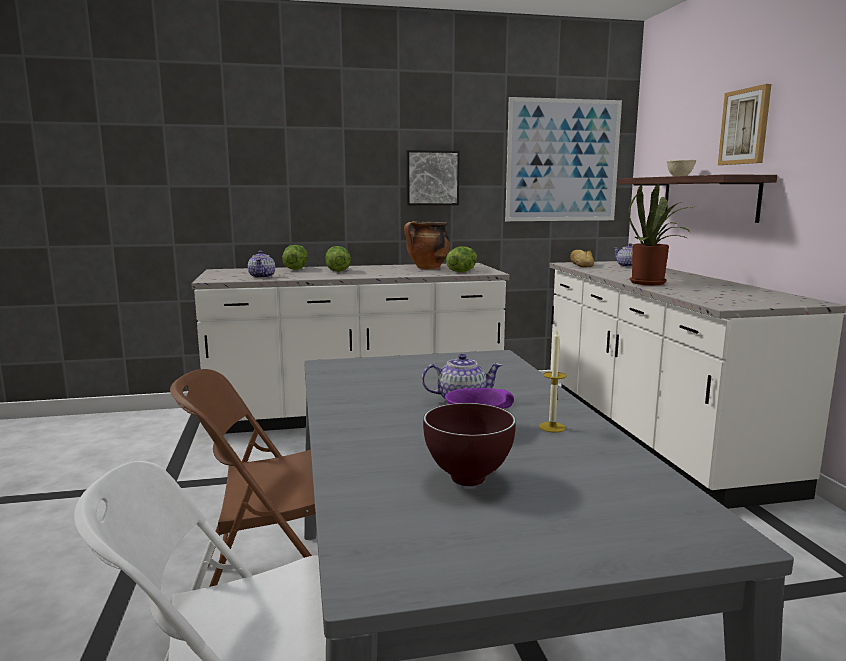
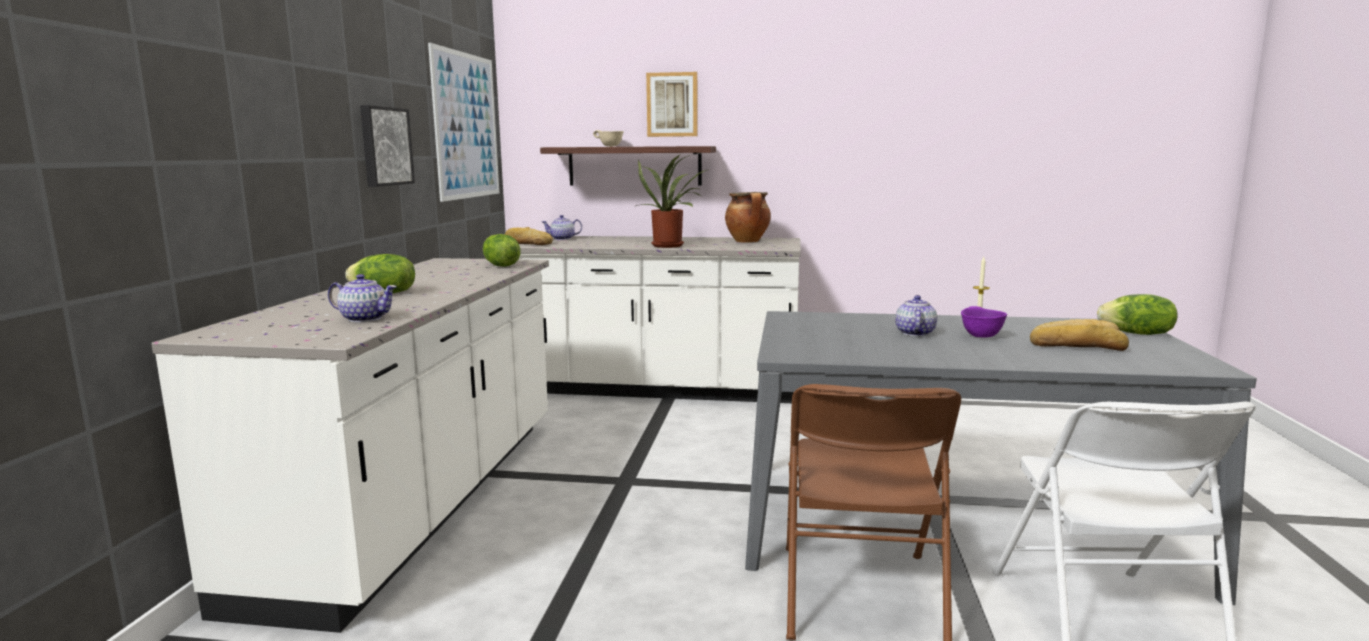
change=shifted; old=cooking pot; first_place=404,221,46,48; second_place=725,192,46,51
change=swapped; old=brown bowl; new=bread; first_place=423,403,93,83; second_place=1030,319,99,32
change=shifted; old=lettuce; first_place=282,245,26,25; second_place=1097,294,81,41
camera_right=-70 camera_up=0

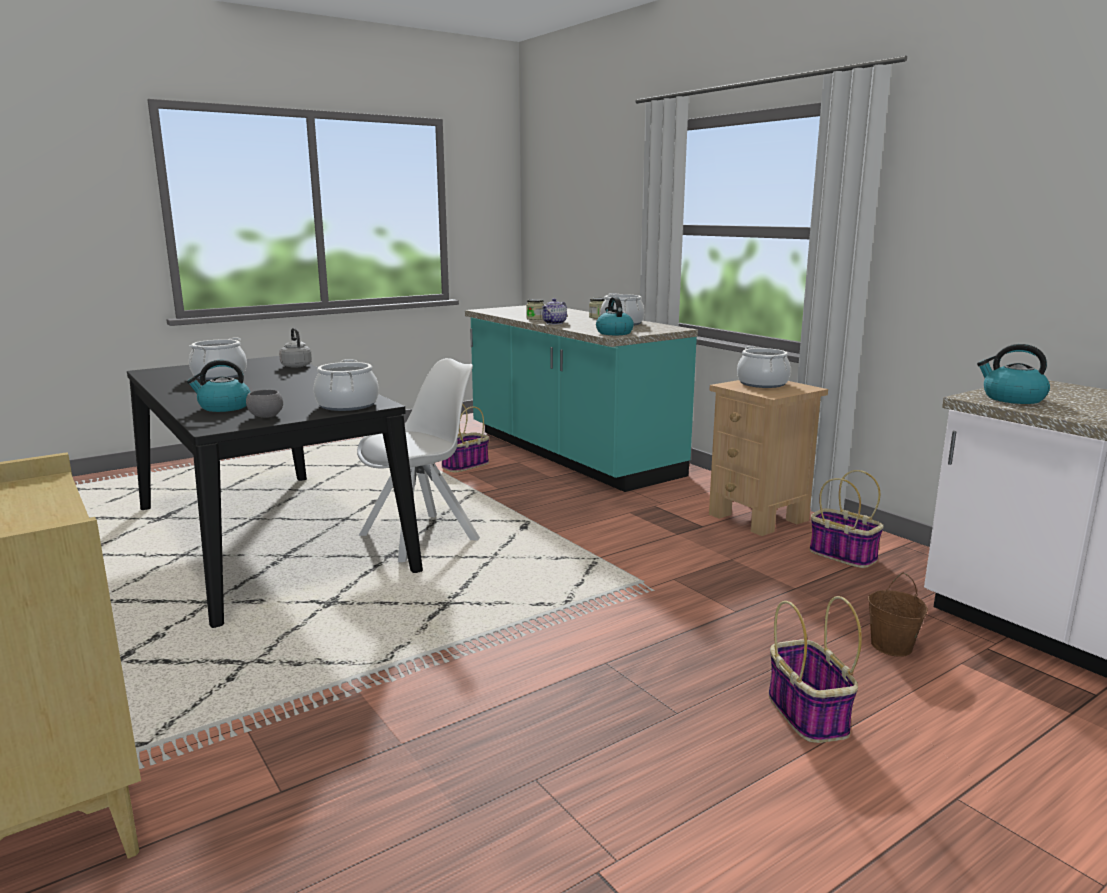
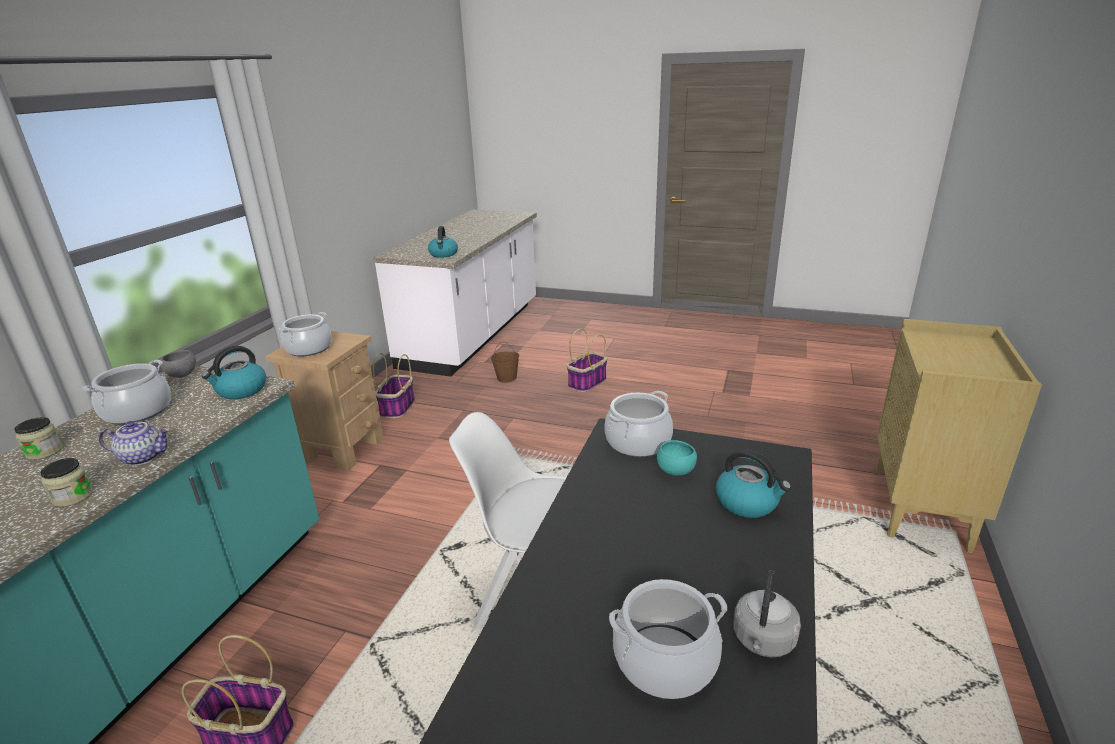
change=shifted; old=grey bowl; first_place=246,390,37,28; second_place=161,350,35,28
change=new; new=turquoise bowl; second_place=657,440,40,36
change=shifted; old=grey kettle; first_place=279,328,33,40; second_place=733,570,68,87
camera_right=-125 camera_up=10

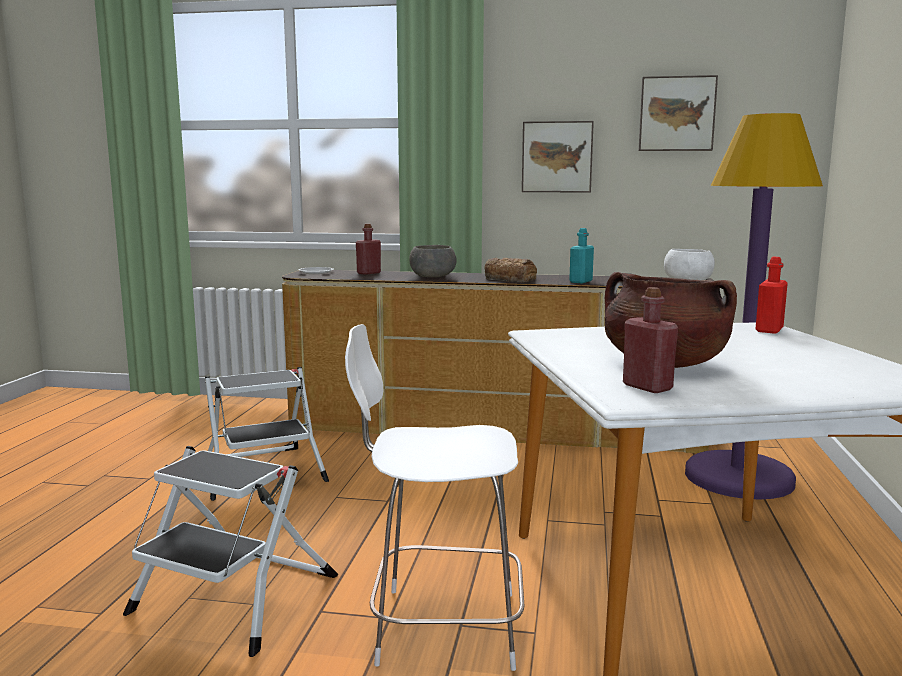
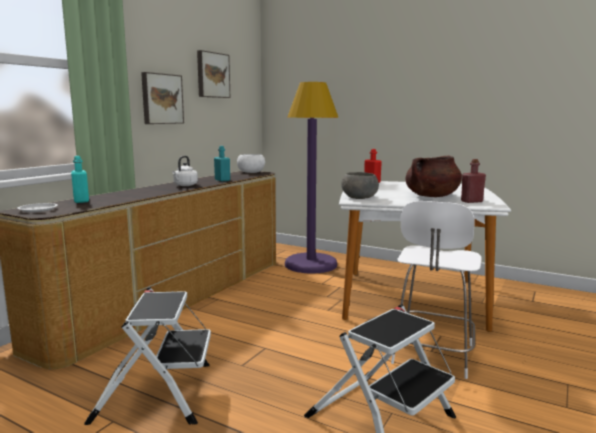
change=repainted; old=red bottle; new=turquoise bottle; first_place=356,224,25,51; second_place=71,156,18,47
change=swapped; old=bread; new=white kettle; first_place=484,258,53,24; second_place=172,156,26,30
change=shifted; old=grey bowl; first_place=409,245,48,33; second_place=341,172,38,27
camera_right=-70 camera_up=0

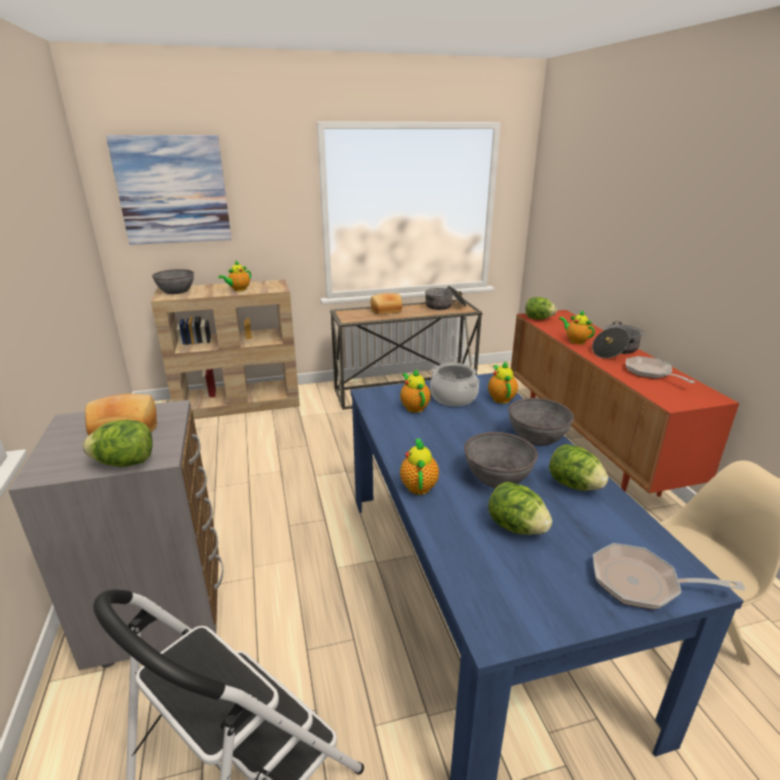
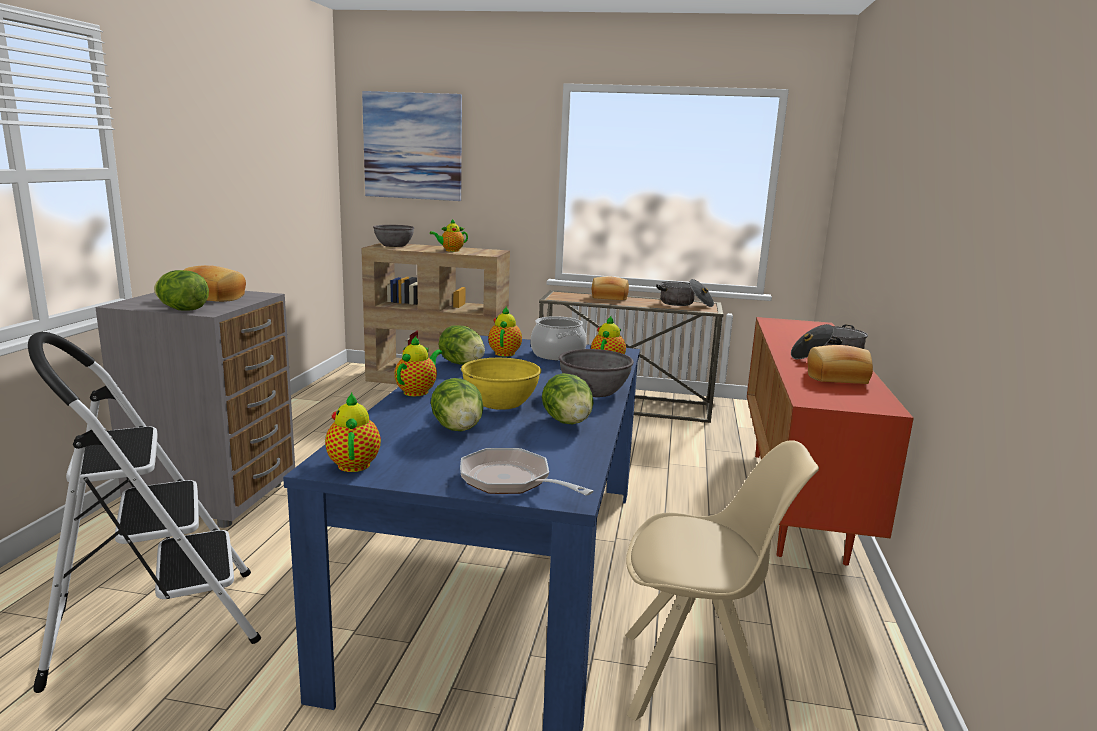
change=shifted; old=teapot; first_place=559,310,36,34; second_place=325,392,56,80
change=shifted; old=lettuce; first_place=526,297,31,23; second_place=438,325,47,40
change=repainted; old=grey bowl; new=yellow bowl; first_place=464,432,74,56; second_place=461,358,80,52
change=swapped; old=frying pan; new=bread; first_place=626,356,69,27; second_place=808,345,65,39
camera_right=25 camera_up=-10

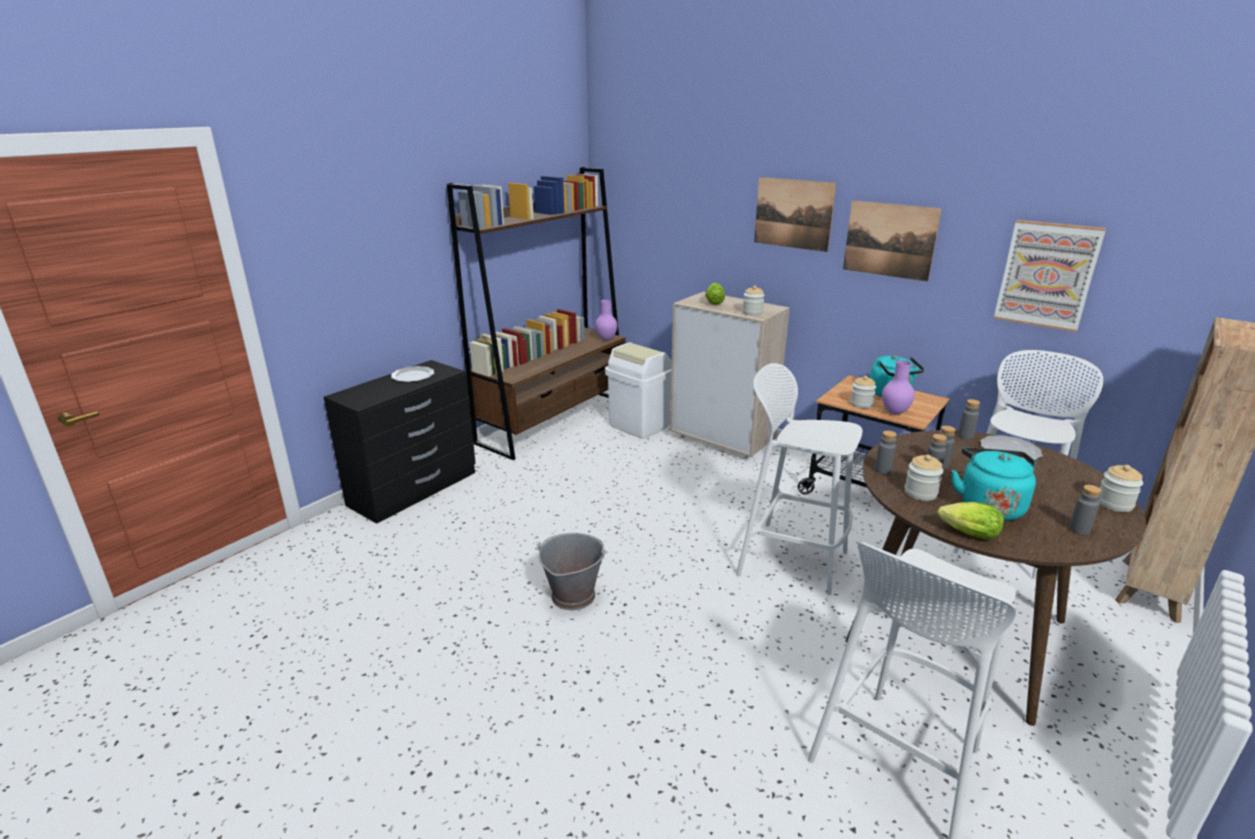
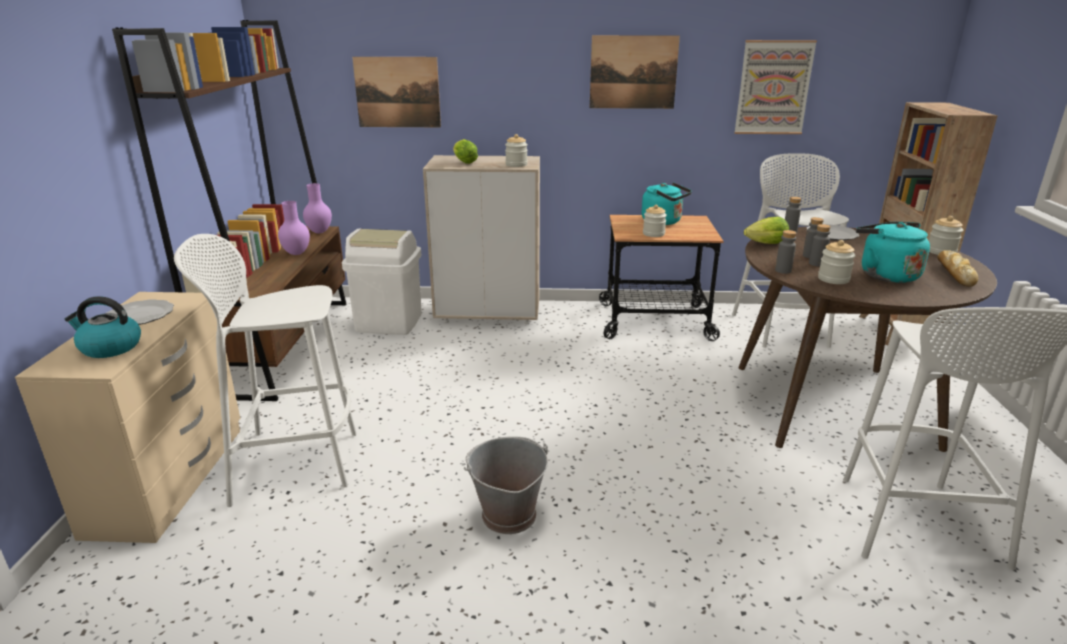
change=repainted; old=black dresser; new=beige dresser; first_place=324,360,152,164; second_place=15,292,225,251
change=new; new=kettle; second_place=64,296,77,62
change=shifted; old=white stool; first_place=736,363,127,232; second_place=174,234,183,273
change=shifted; old=purple vase; first_place=882,360,33,54; second_place=278,201,32,54
change=shifted; old=picture; first_place=754,177,82,75; second_place=352,57,89,70
change=shifted; old=lettuce; first_place=938,502,66,37; second_place=744,217,45,27
change=swapped; old=grey bottle; new=bread; first_place=1069,485,33,50; second_place=937,250,41,37
camera_right=-35 camera_up=0

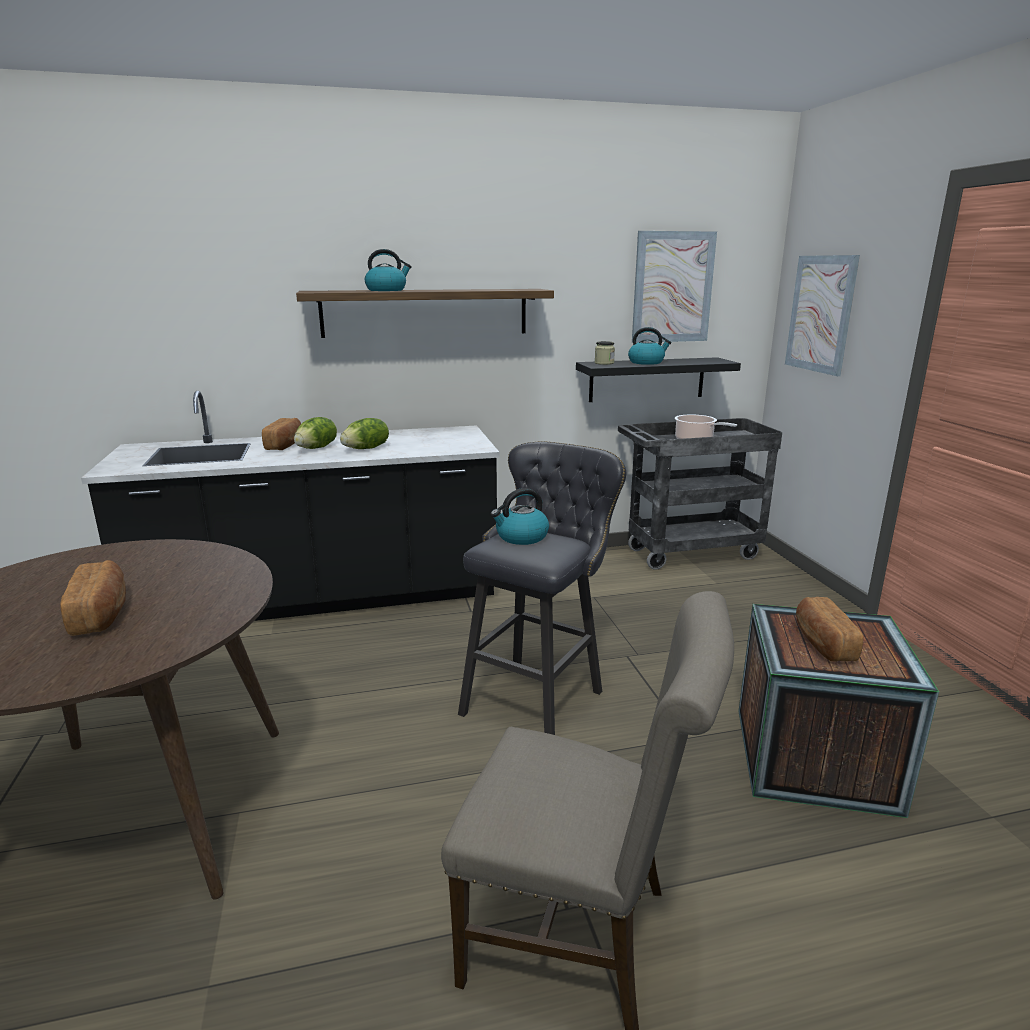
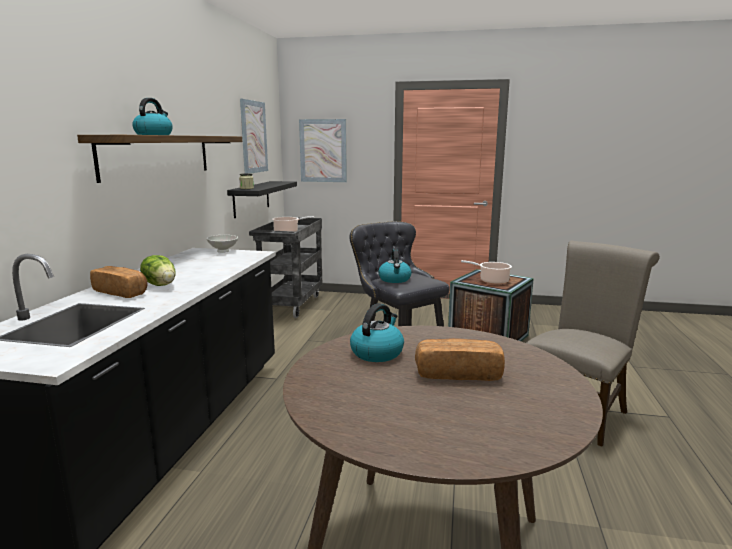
change=new; new=white bowl; second_place=207,235,31,18
change=shifted; old=kettle; first_place=628,327,43,38; second_place=350,303,54,59
change=swapped; old=bread; new=cooking pot; first_place=796,597,67,65; second_place=461,260,51,24
change=gone; old=lettuce; first_place=340,418,49,31
camera_right=-65 camera_up=-5

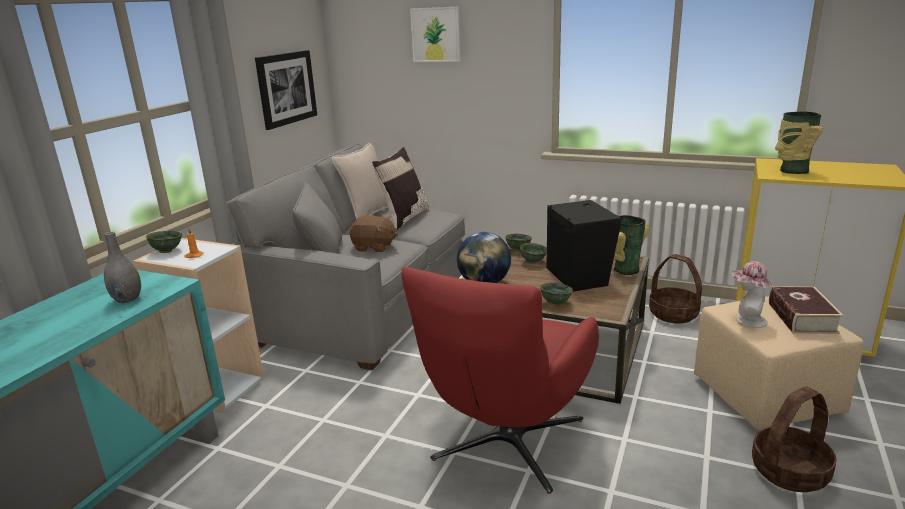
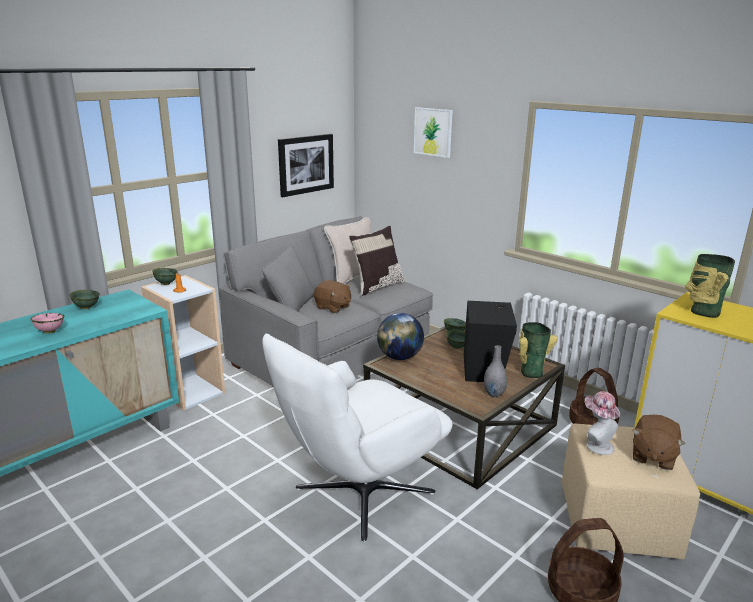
change=new; new=pink bowl; second_place=30,313,34,21
change=shifted; old=green bowl; first_place=540,283,33,23; second_place=70,290,30,19
change=repainted; old=red armchair; new=white armchair; first_place=402,267,197,227; second_place=262,334,190,208
change=shifted; old=grey vase; first_place=104,232,37,71; second_place=484,345,23,52
change=swapped; old=book; new=brown plush toy; first_place=769,286,75,48; second_place=632,415,53,55
camera_right=20 camera_up=0

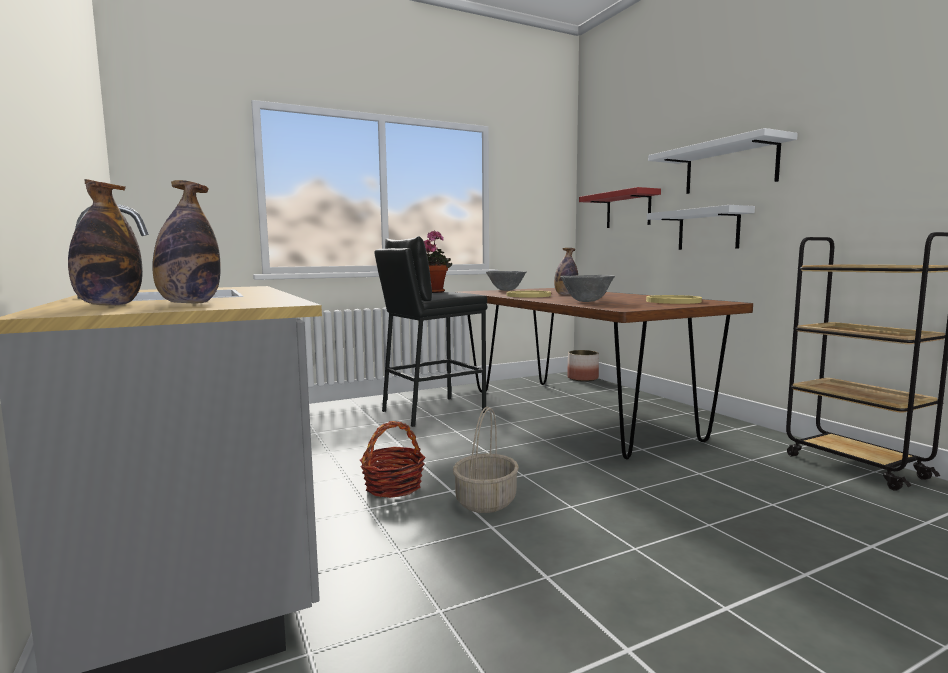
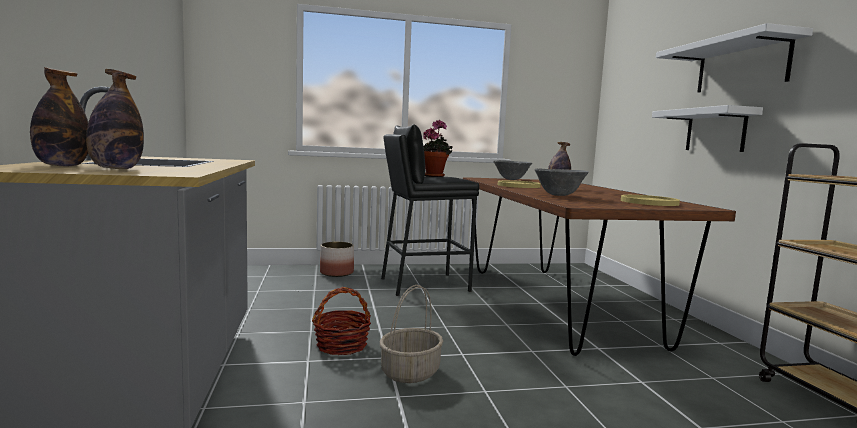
change=shifted; old=planter; first_place=567,350,32,32; second_place=320,242,34,35
change=gone; old=red shelf; first_place=579,187,82,41
camera_right=15 camera_up=0

